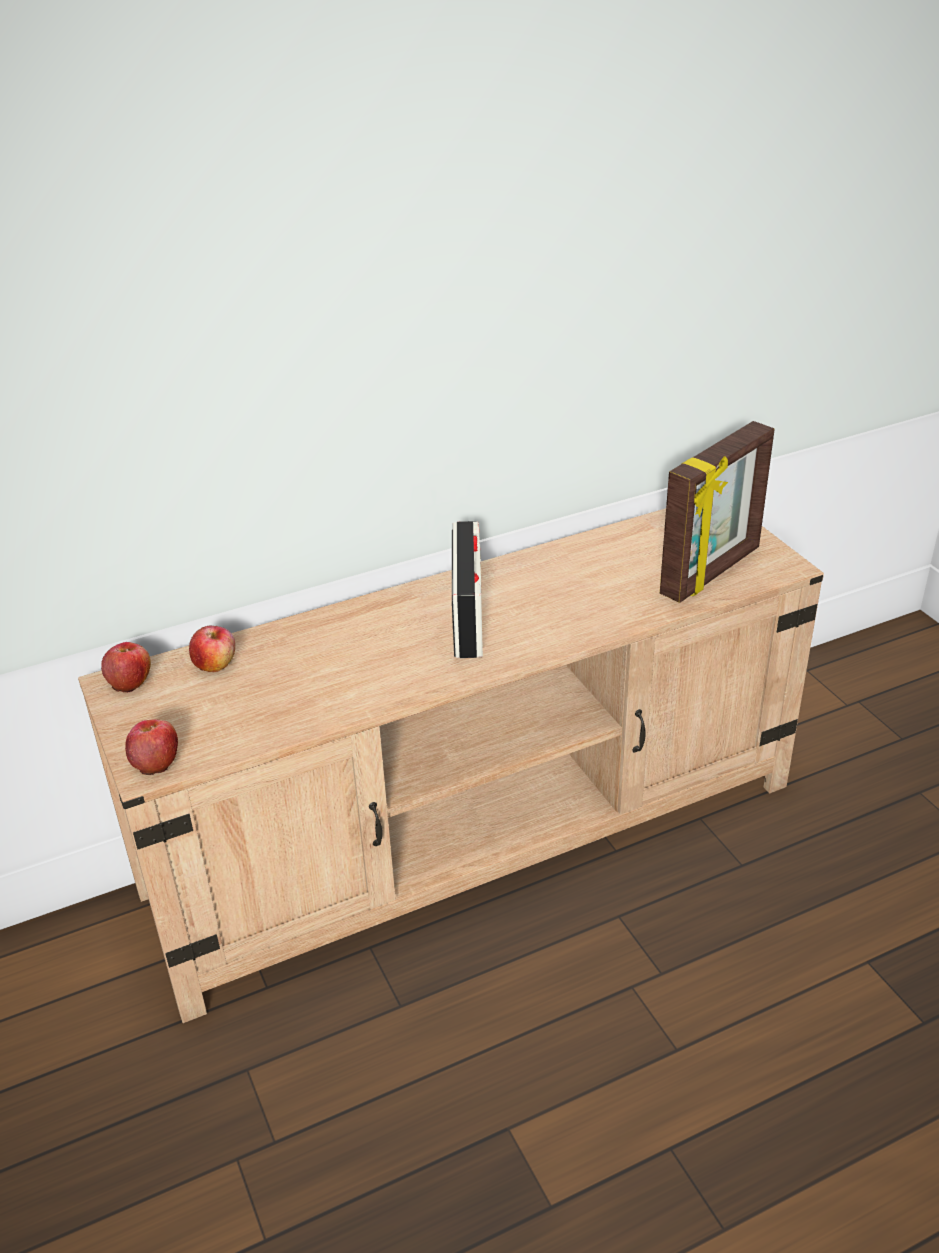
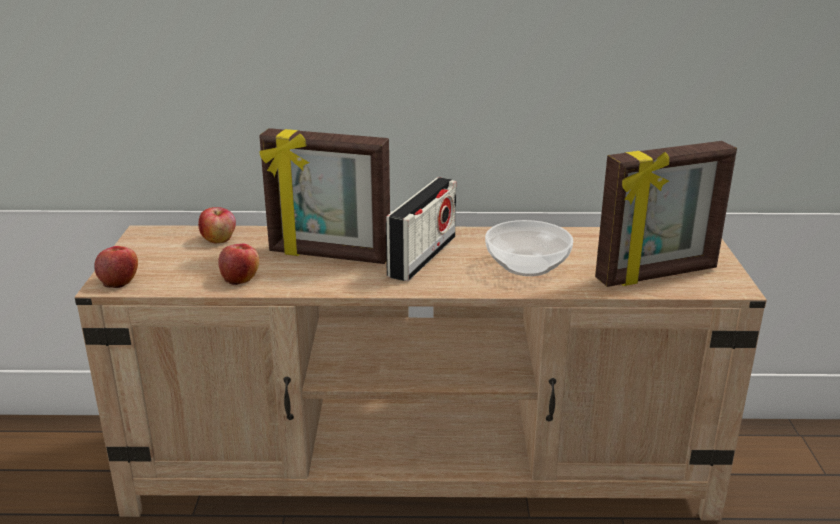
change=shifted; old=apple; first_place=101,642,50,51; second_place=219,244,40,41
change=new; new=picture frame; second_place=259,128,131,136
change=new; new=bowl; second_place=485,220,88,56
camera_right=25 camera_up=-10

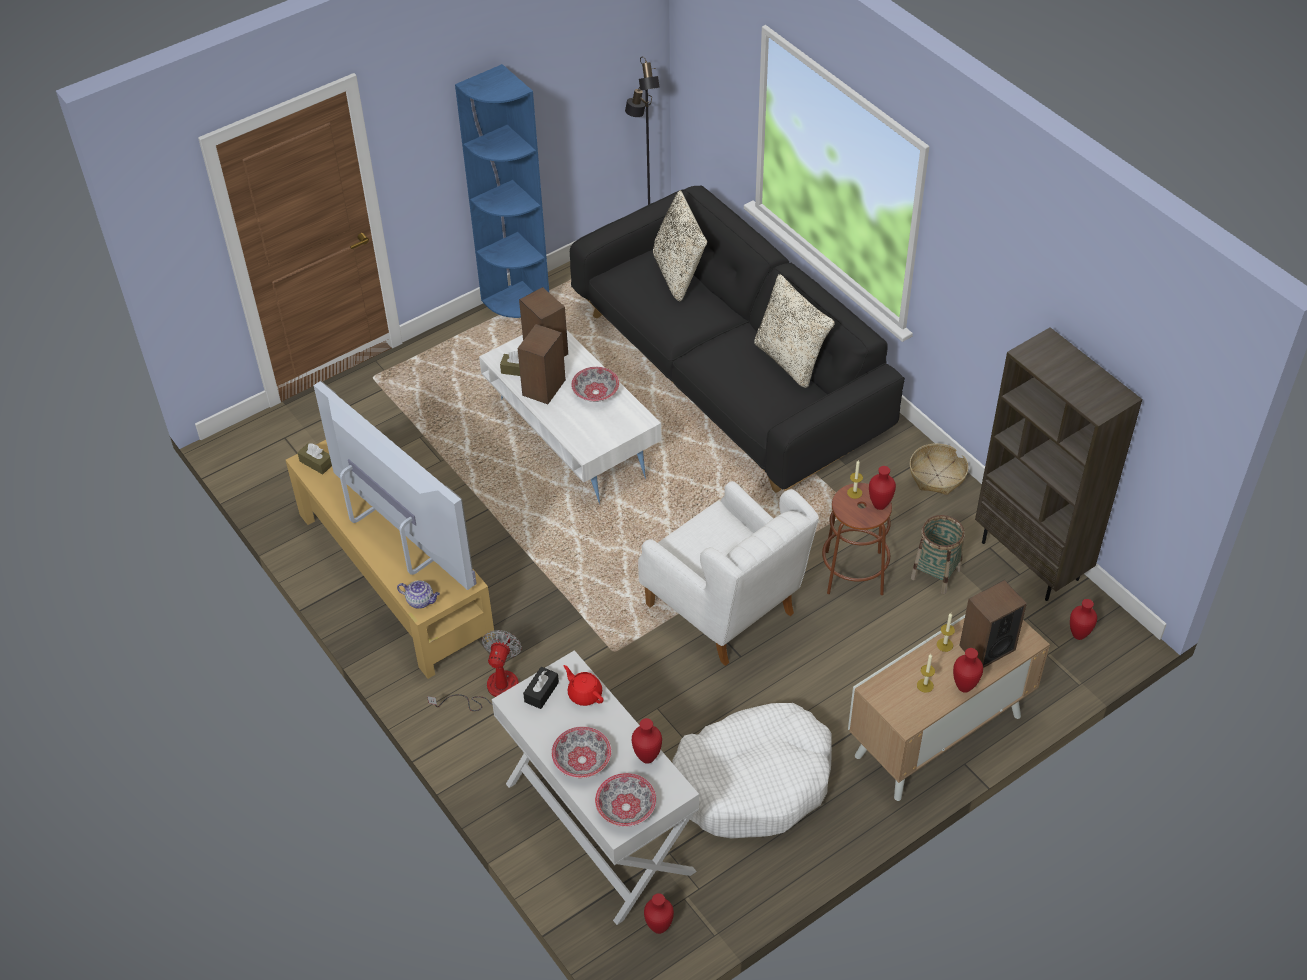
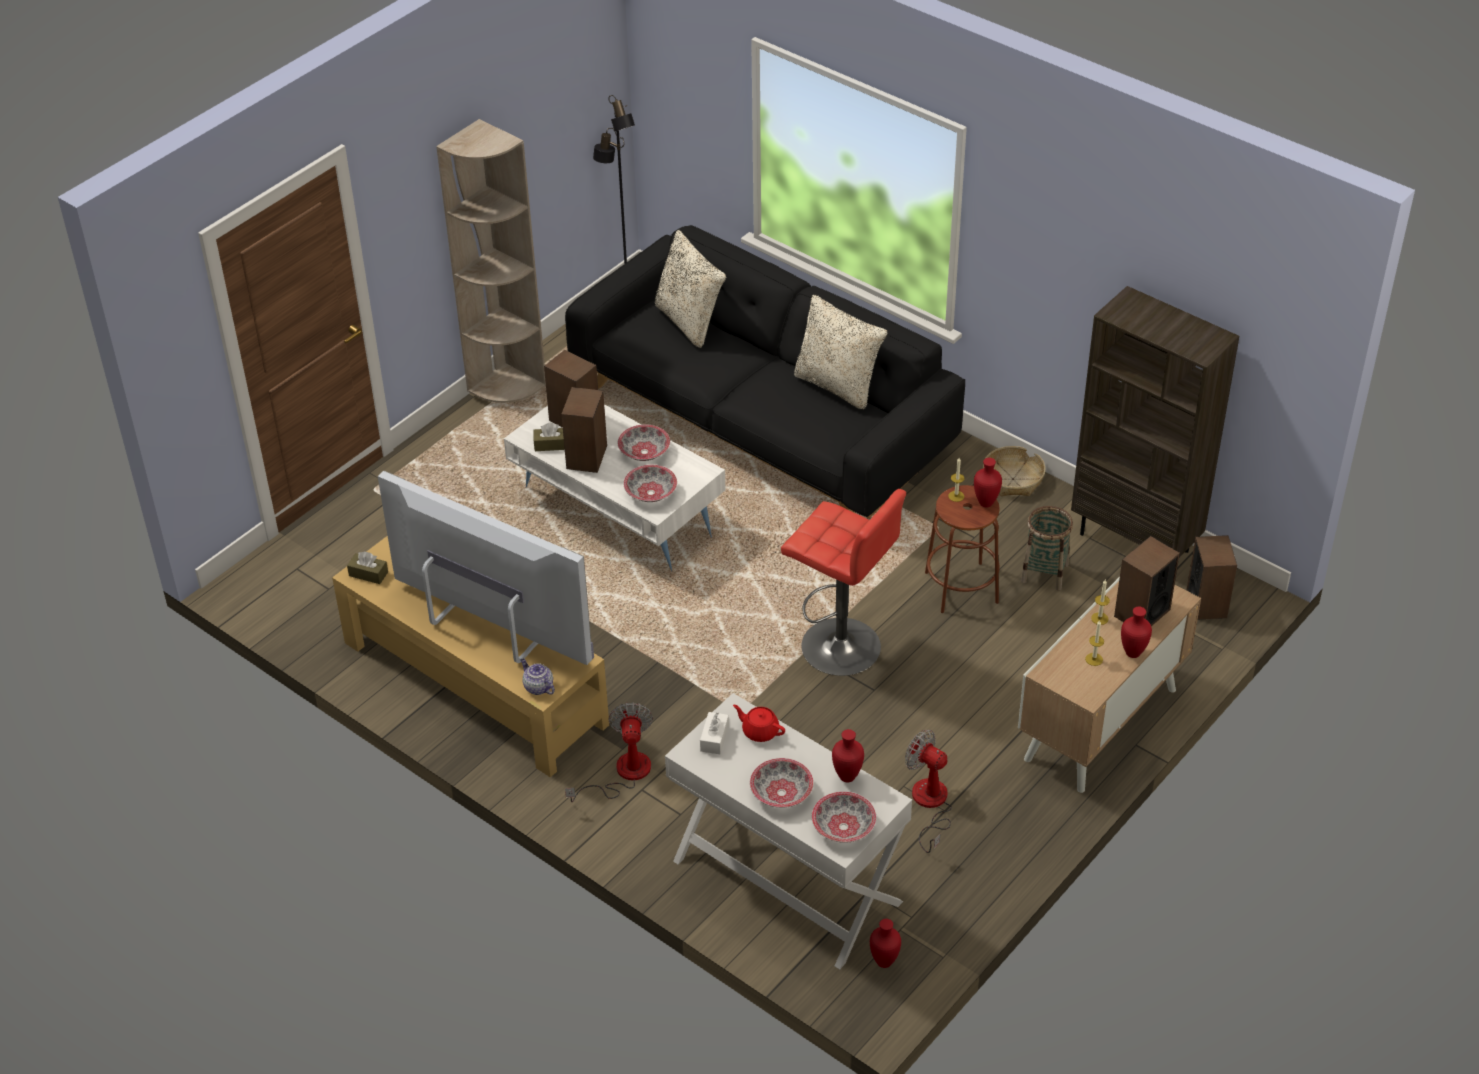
change=repainted; old=blue bookcase; new=beige bookcase; first_place=455,64,94,254; second_place=436,119,110,284
change=rotated; old=teapot; first_place=397,580,43,29; second_place=521,658,34,37; degrees=-135
change=new; new=bowl; second_place=623,465,54,37
change=repainted; old=black tissue box; new=white tissue box; first_place=523,667,36,42; second_place=700,712,29,42
change=swapped; old=white armchair; new=red stool; first_place=638,481,181,185; second_place=781,489,125,187
change=swapped; old=white dog bed; new=fan; first_place=672,703,160,136; second_place=905,729,47,124
change=swapped; old=red vase; new=speaker; first_place=1070,599,27,41; second_place=1186,535,51,84
camera_right=-15 camera_up=-5

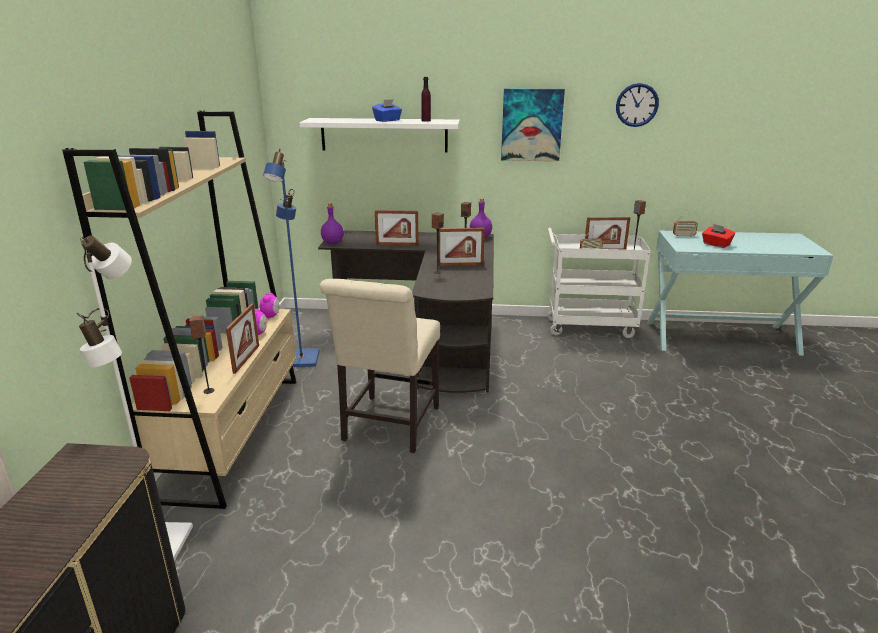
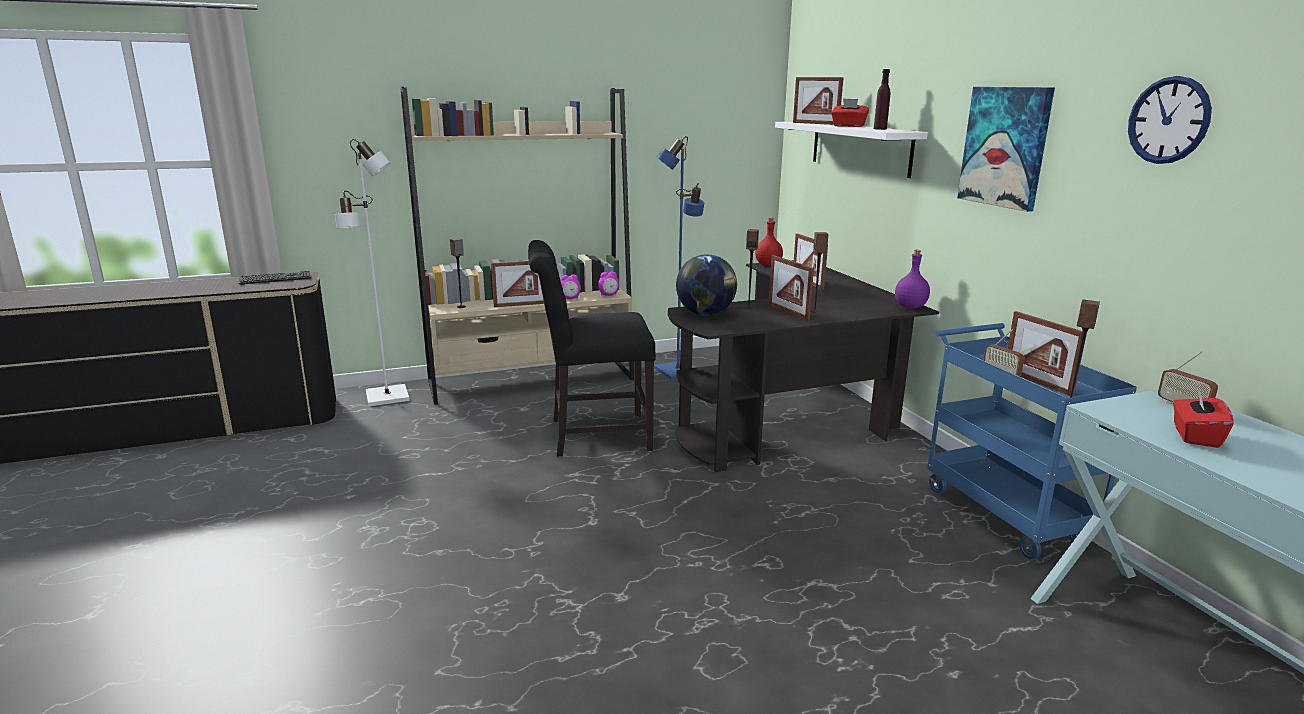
change=new; new=keyboard; second_place=239,271,72,14
change=repainted; old=beige chair; new=black chair; first_place=320,279,120,174; second_place=528,240,128,217
change=new; new=globe; second_place=676,254,61,61
change=repainted; old=purple bottle; new=red bottle; first_place=321,204,23,40; second_place=755,218,28,48
change=new; new=picture frame; second_place=793,77,51,48
change=repainted; old=blue tissue box; new=red tissue box; first_place=372,99,30,23; second_place=831,98,38,29
change=repainted; old=white cart; new=blue cart; first_place=548,228,103,110; second_place=927,323,210,236
camera_right=65 camera_up=-5

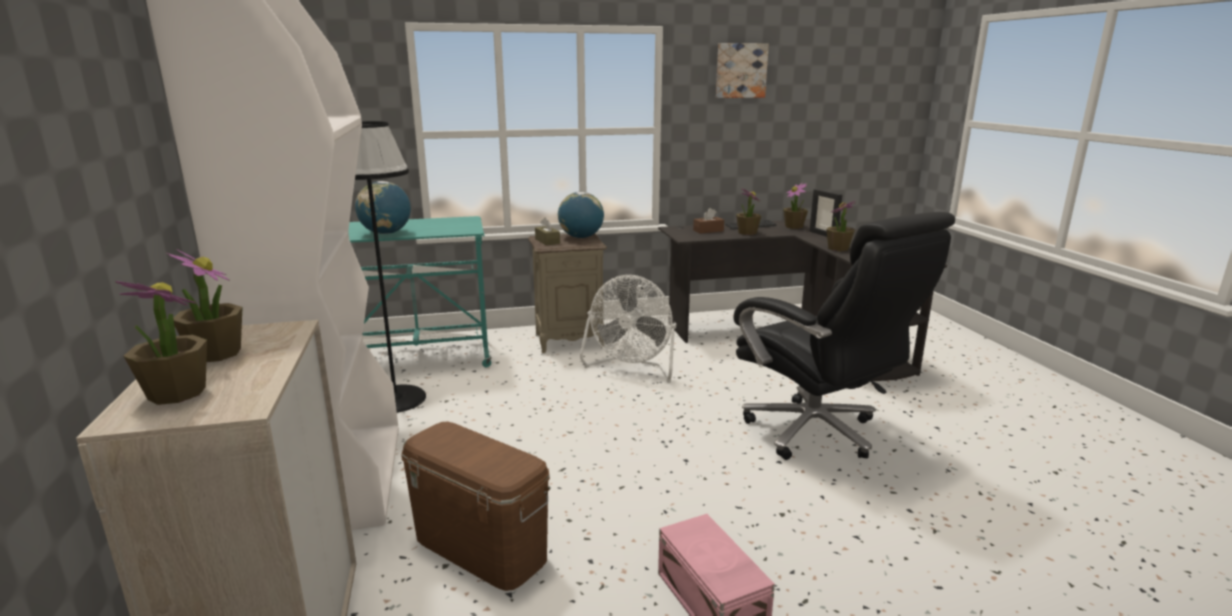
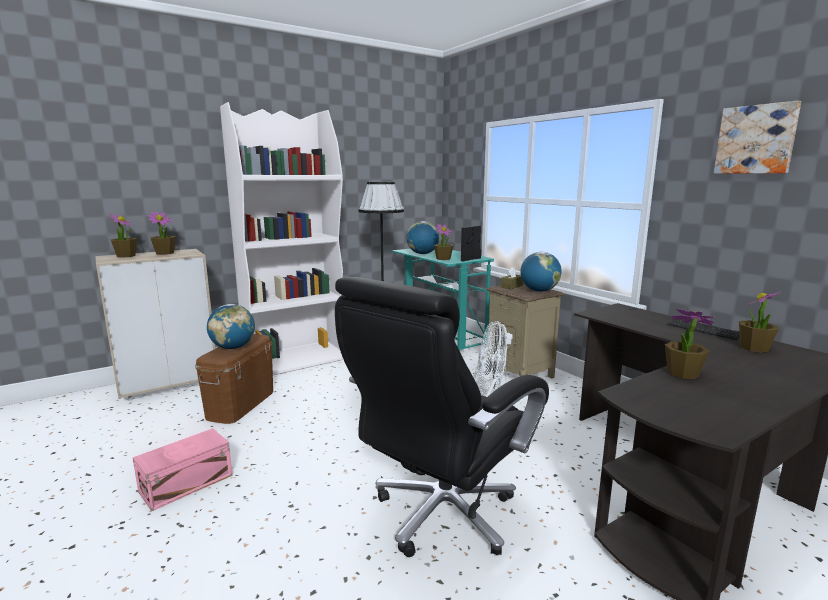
change=new; new=globe; second_place=207,304,48,45
change=shifted; old=potted plant; first_place=736,188,25,47; second_place=434,224,19,36
change=shifted; old=picture frame; first_place=809,189,33,48; second_place=461,225,20,36
change=gone; old=brown tissue box; first_place=693,208,31,26
camera_right=70 camera_up=-5

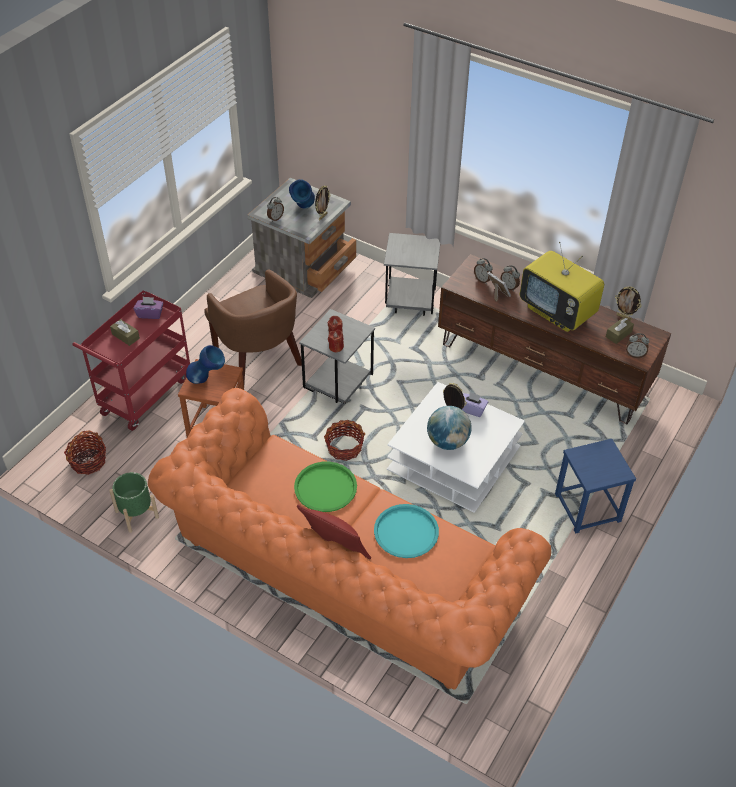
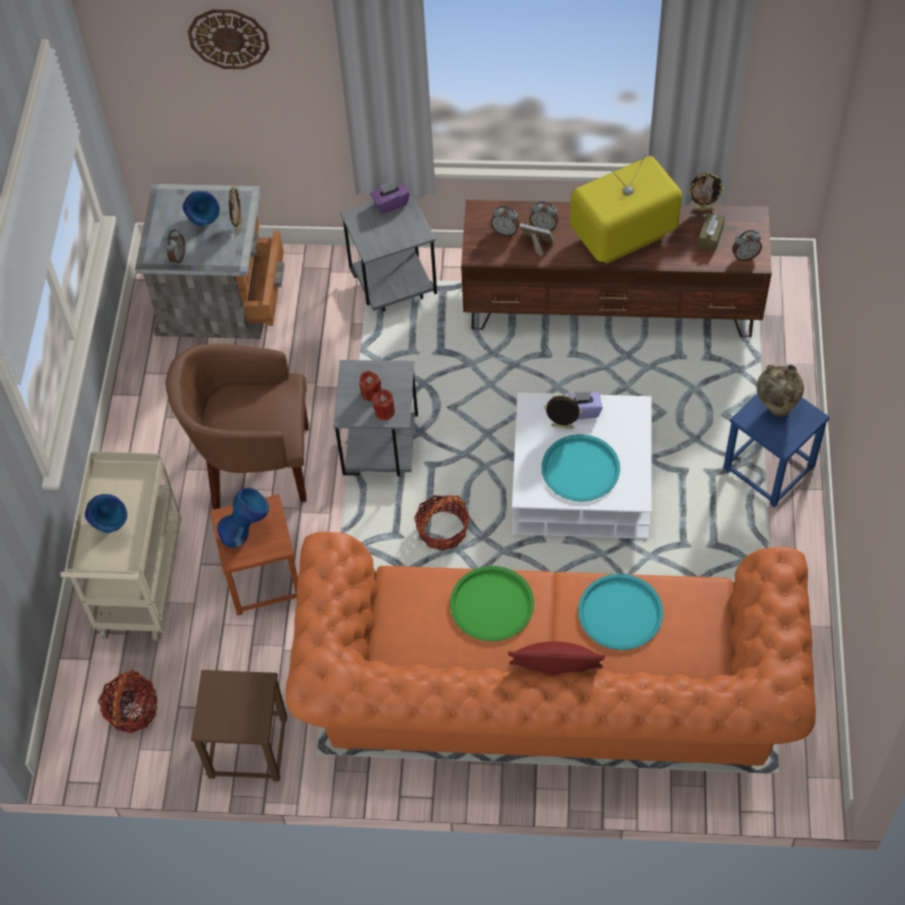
change=repainted; old=red cart; new=beige cart; first_place=72,290,118,141; second_place=60,451,122,190
change=swapped; old=brown tissue box; new=blue vase; first_place=110,319,30,27; second_place=85,494,42,39
change=rotated; old=brown armchair; first_place=204,270,98,114; second_place=165,344,144,166; degrees=150
change=new; new=wall clock; second_place=188,9,81,60
change=swapped; old=green planter; new=brown stool; first_place=109,472,50,61; second_place=191,670,96,112
change=shifted; old=purple tissue box; first_place=133,296,30,23; second_place=370,181,40,33
change=swapped; old=globe; new=turquoise tray; first_place=427,406,45,44; second_place=542,434,78,68
change=rotated; old=television; first_place=520,242,84,90; second_place=570,154,112,110; degrees=135
change=new; new=beige vase; second_place=756,364,48,53
camera_right=-25 camera_up=10

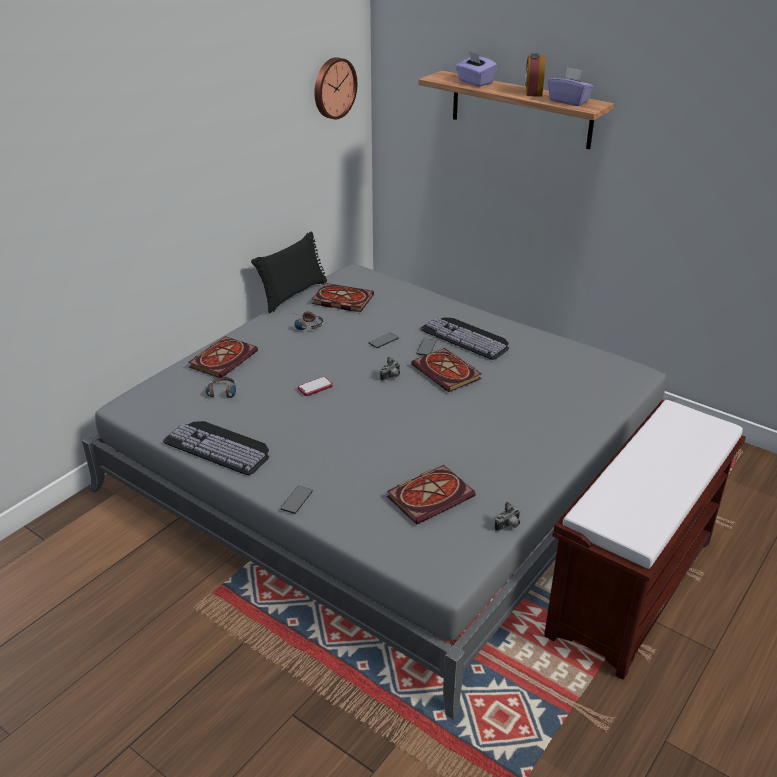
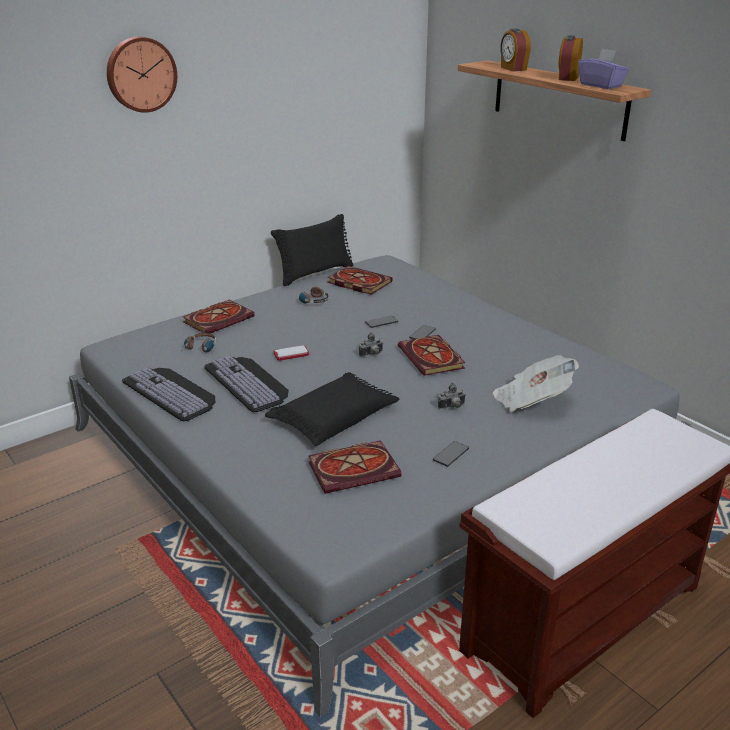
change=shifted; old=wall clock; first_place=314,57,43,62; second_place=107,37,70,76
change=shifted; old=keyboard; first_place=420,318,89,42; second_place=204,356,85,56
change=new; new=black pillow; second_place=265,372,134,74
change=shifted; old=phone; first_place=281,486,32,28; second_place=433,441,36,26
change=shifted; old=photo camera; first_place=494,502,27,29; second_place=438,383,28,26
change=new; new=newspaper; second_place=493,355,86,57
change=swapped; old=purple tissue box; new=alarm clock; first_place=455,51,42,36; second_place=500,28,31,43
camera_right=15 camera_up=-5

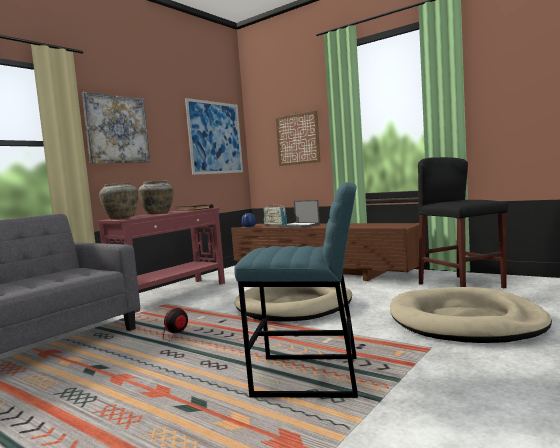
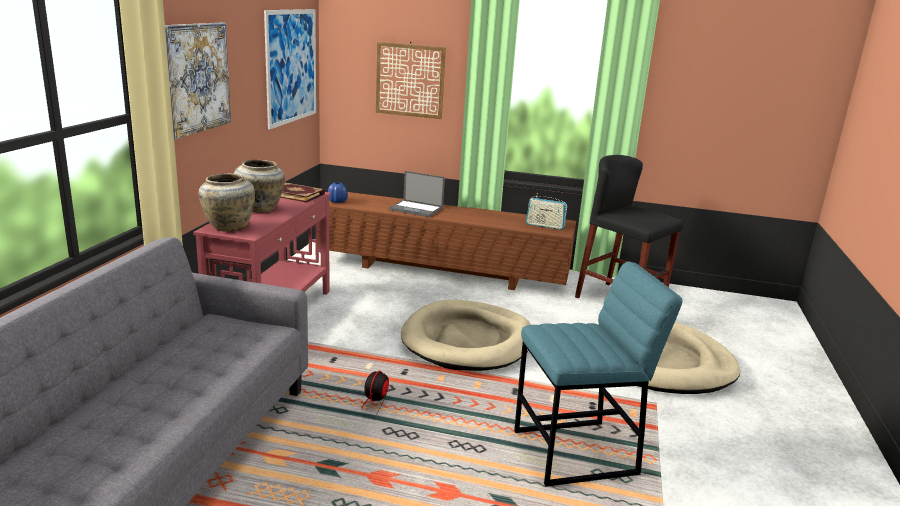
change=shifted; old=radio; first_place=264,205,23,20; second_place=526,193,41,37
camera_right=-25 camera_up=15

